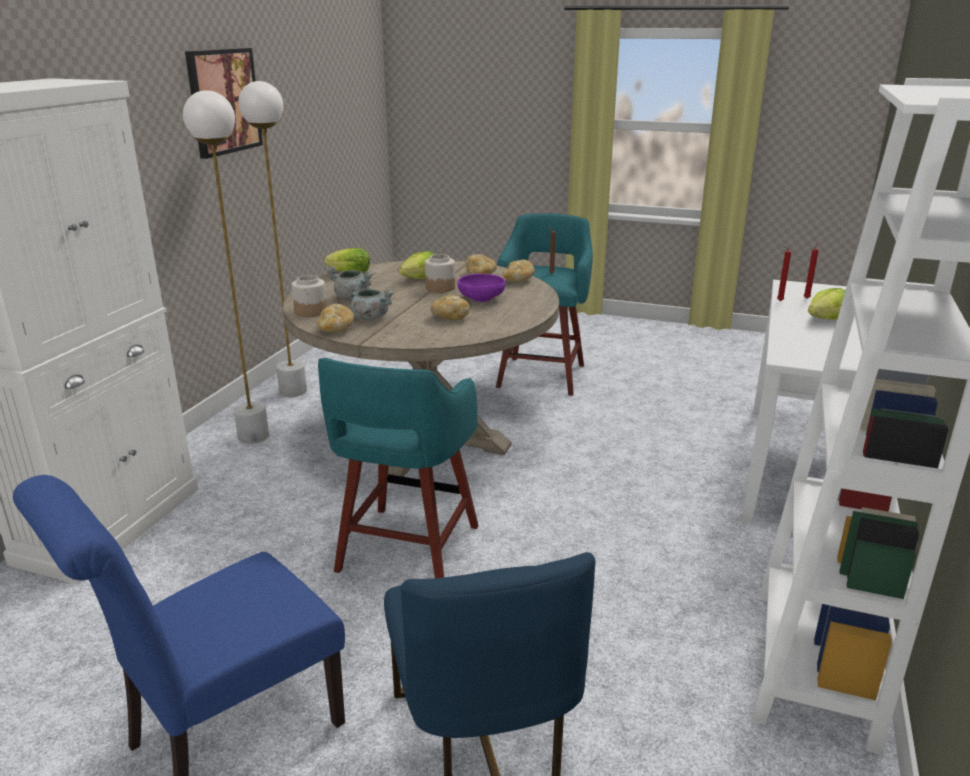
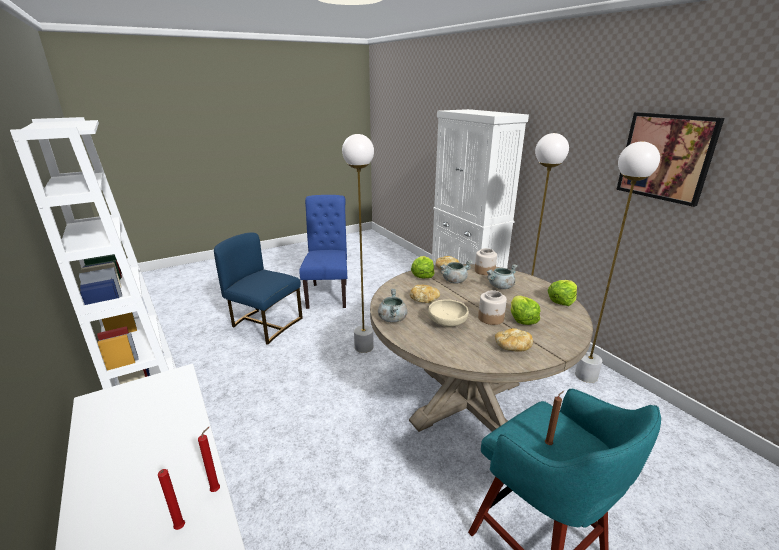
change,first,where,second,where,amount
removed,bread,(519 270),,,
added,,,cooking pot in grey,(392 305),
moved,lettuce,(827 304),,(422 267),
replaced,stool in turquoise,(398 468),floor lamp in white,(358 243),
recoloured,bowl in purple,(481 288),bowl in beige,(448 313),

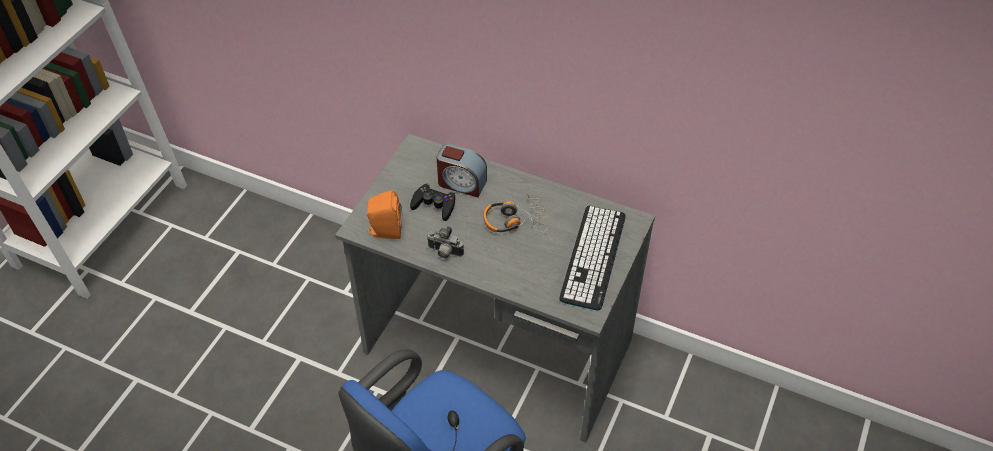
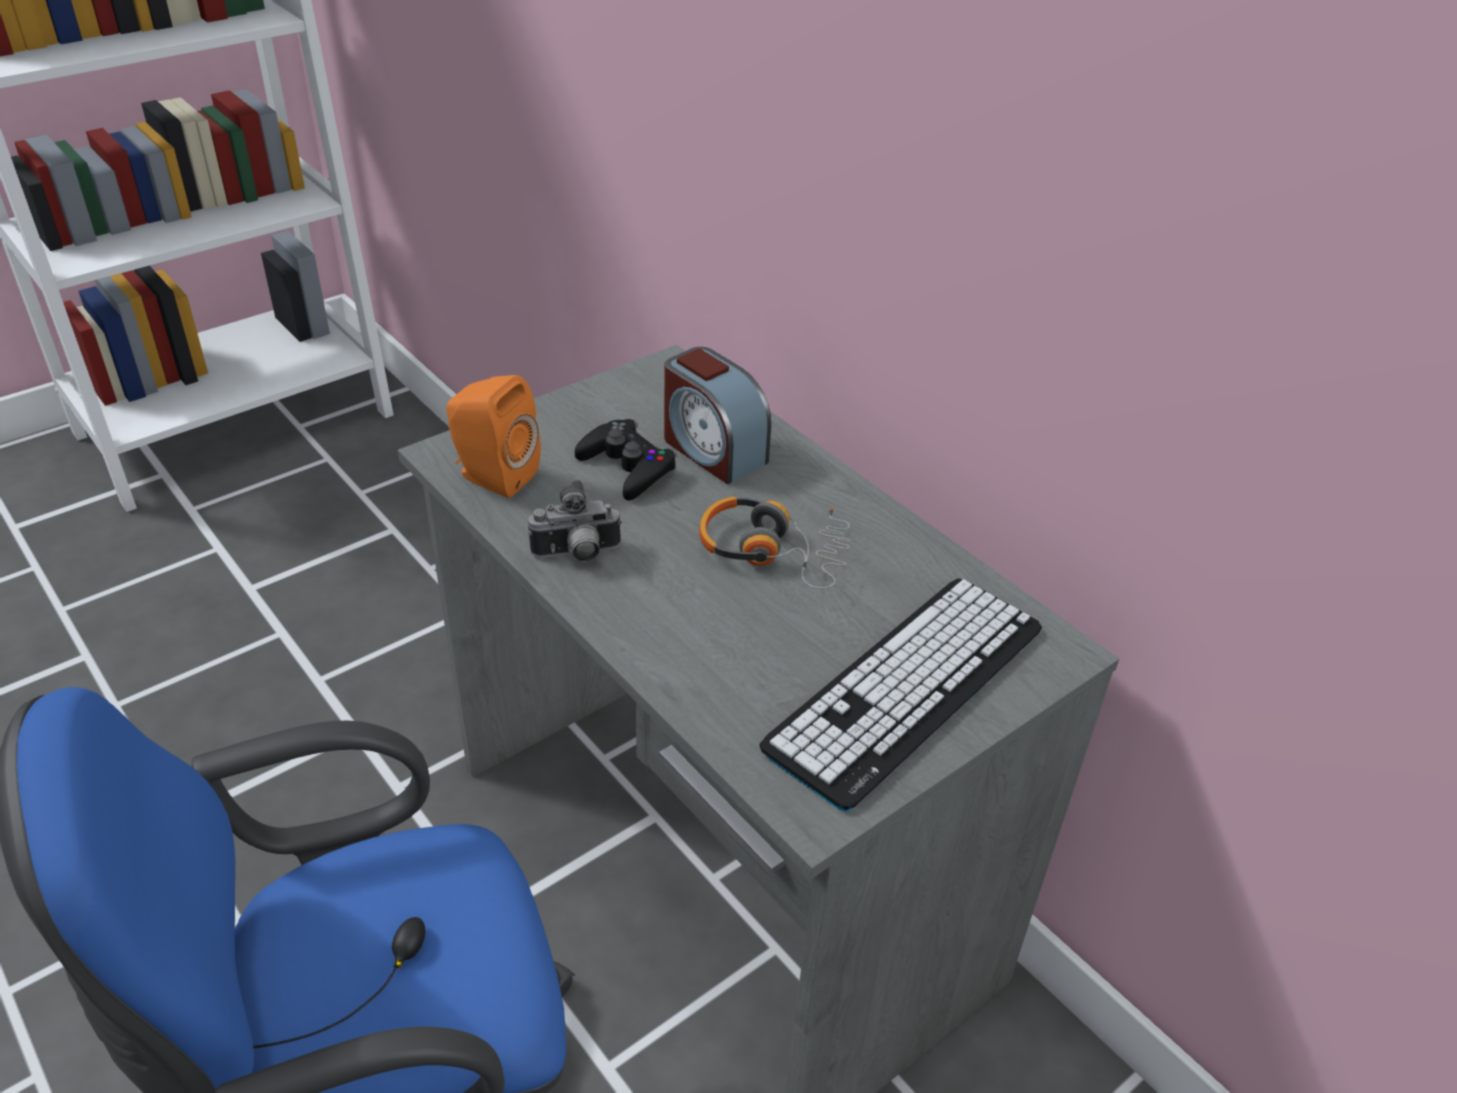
change,first,where,second,where,amount
turned,photo camera,(445 242),,(575 521),60 degrees counterclockwise

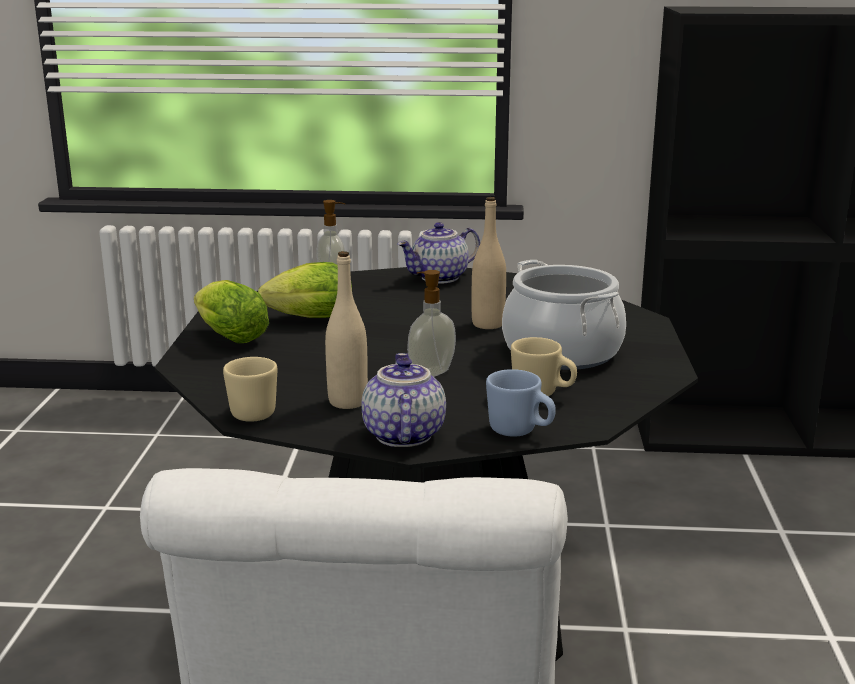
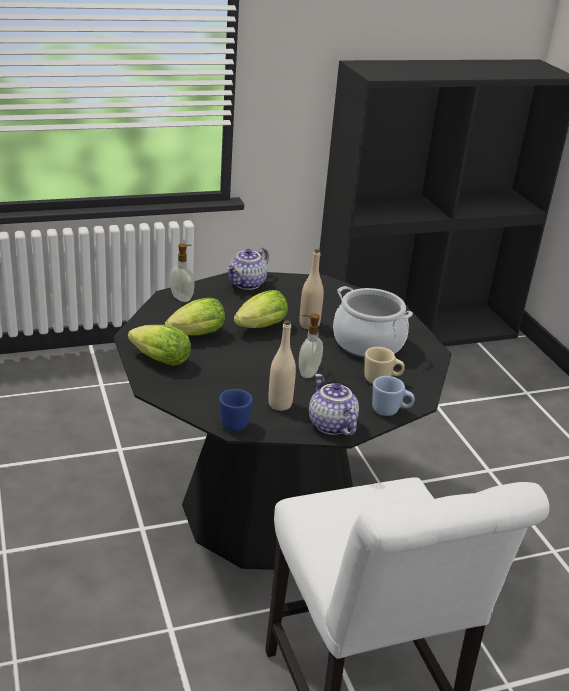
change,first,where,second,where,amount
added,,,lettuce,(261 309),
recoloured,mug in beige,(250 389),mug in blue,(236 410),

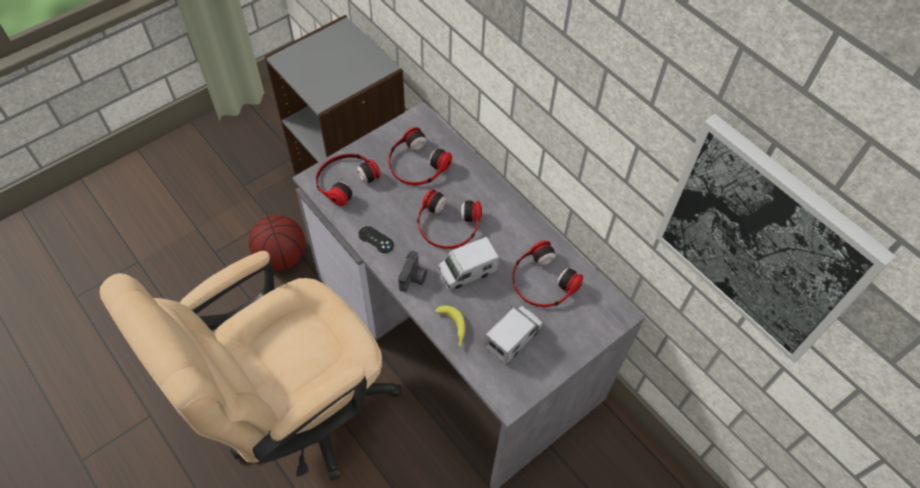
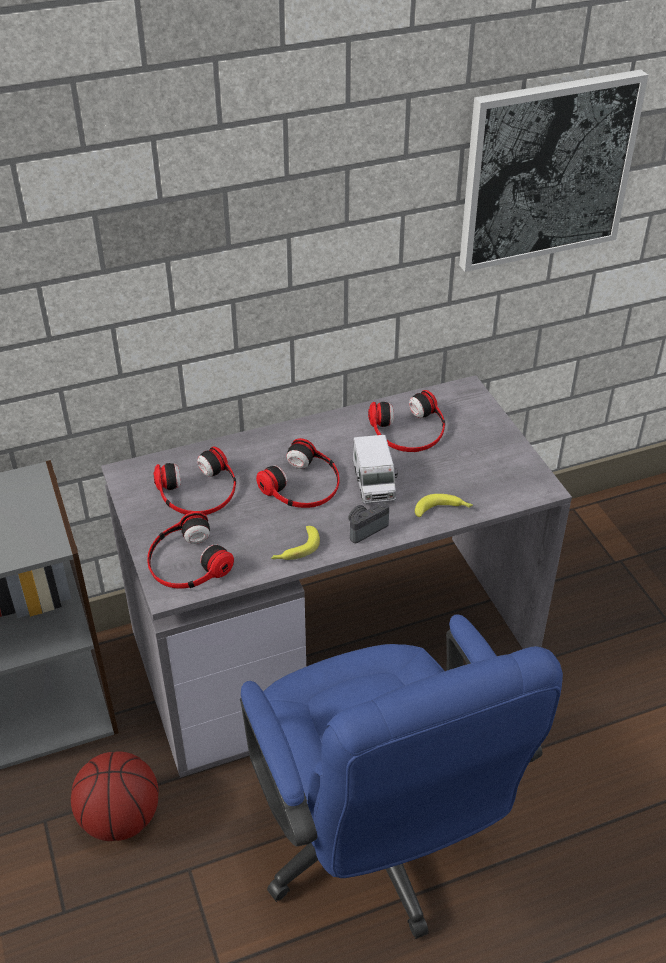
change,first,where,second,where,amount
removed,toy truck,(513 335),,,
replaced,game controller in black,(376 239),banana,(295 543),
recoloured,office chair in beige,(250 366),office chair in blue,(401 776),
turned,photo camera,(412 271),,(368 523),75 degrees counterclockwise

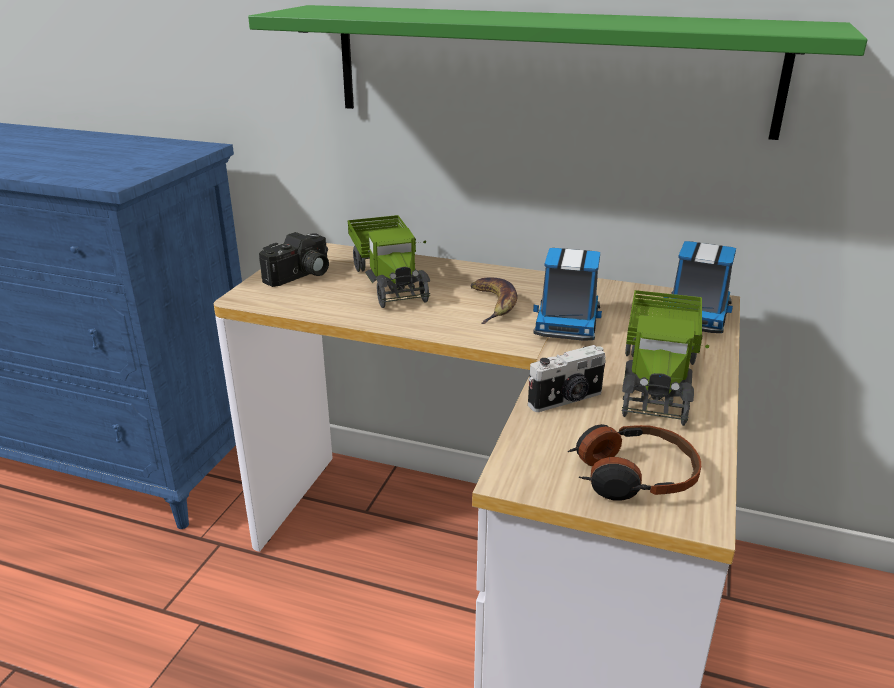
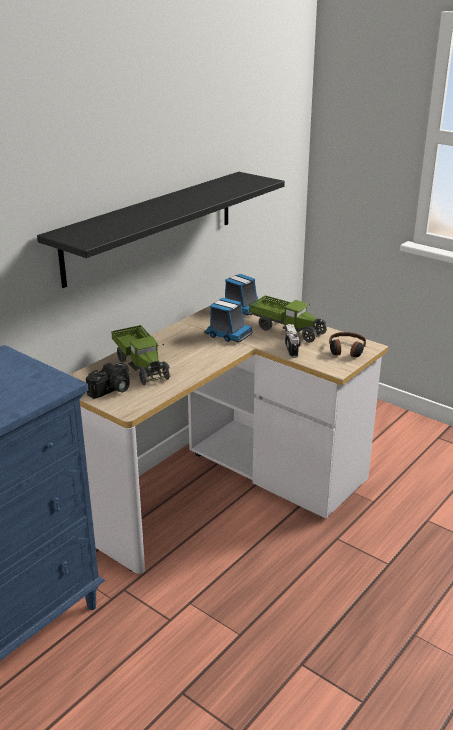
change,first,where,second,where,amount
removed,banana,(494 300),,,
recoloured,shelf in green,(558 72),shelf in black,(161 230),
turned,photo camera,(294 259),,(108 381),75 degrees clockwise
turned,toy truck,(389 261),,(140 355),60 degrees clockwise

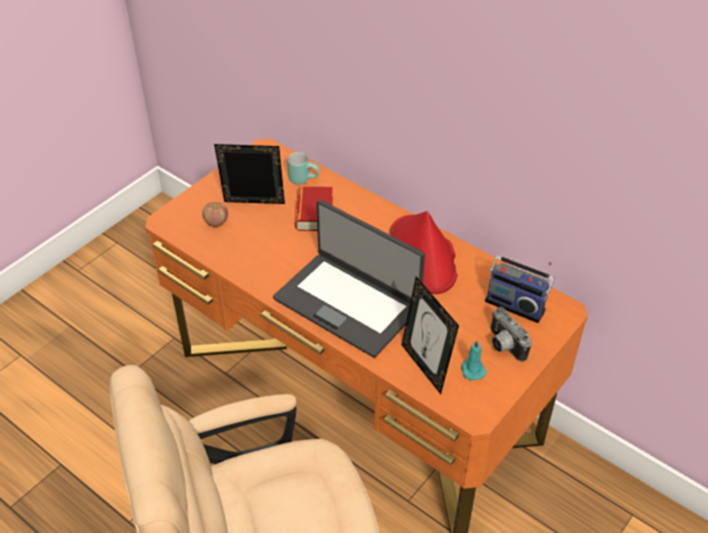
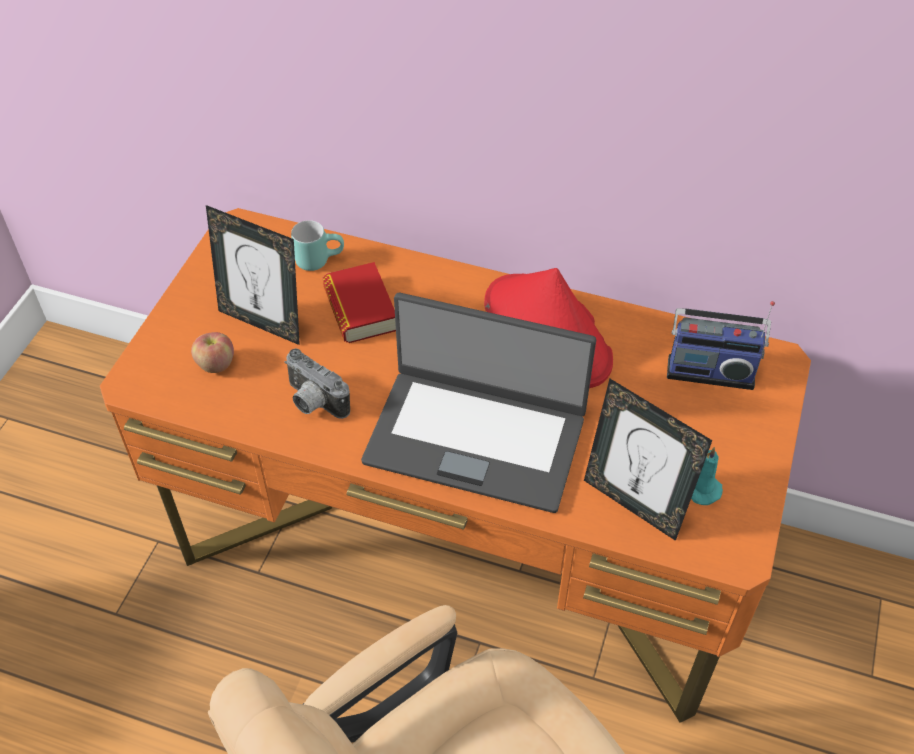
change,first,where,second,where,amount
moved,photo camera,(511 334),,(317 383),
turned,picture frame,(249 174),,(253 275),135 degrees counterclockwise

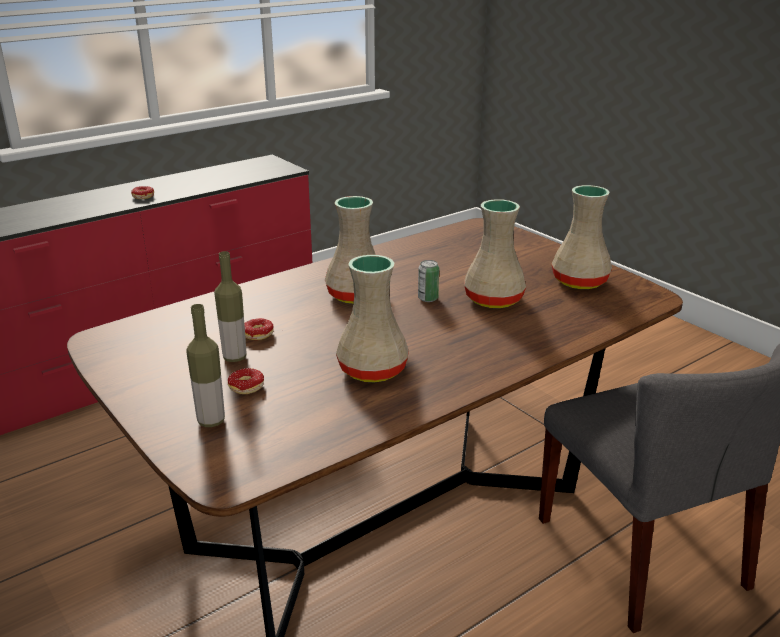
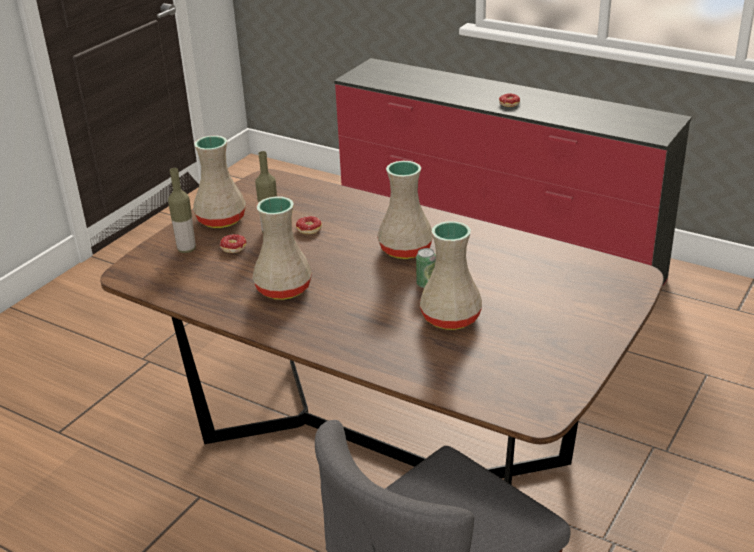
change,first,where,second,where,amount
moved,vase in beige,(582 237),,(219 181),

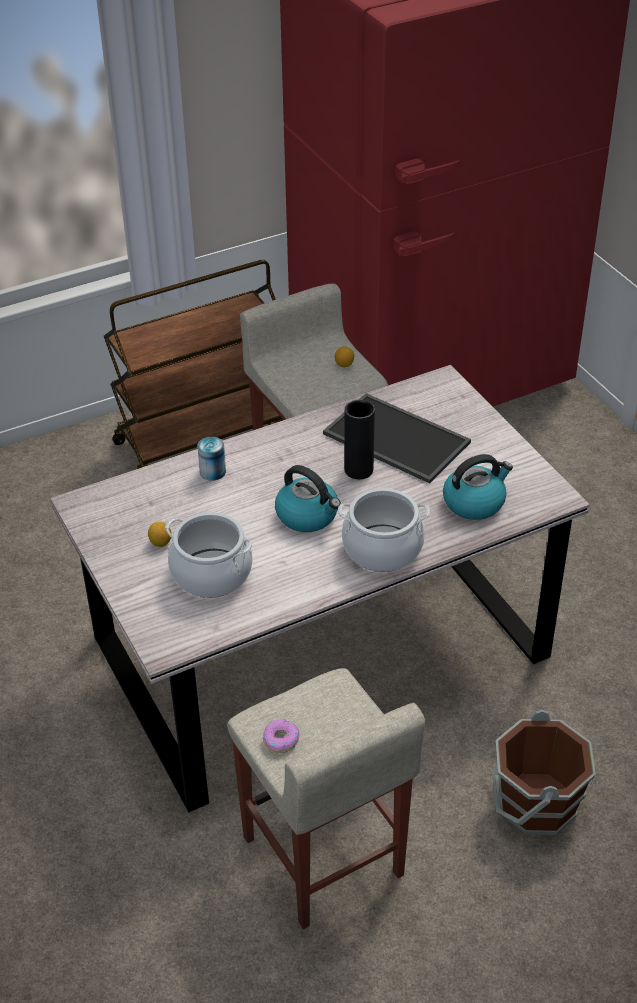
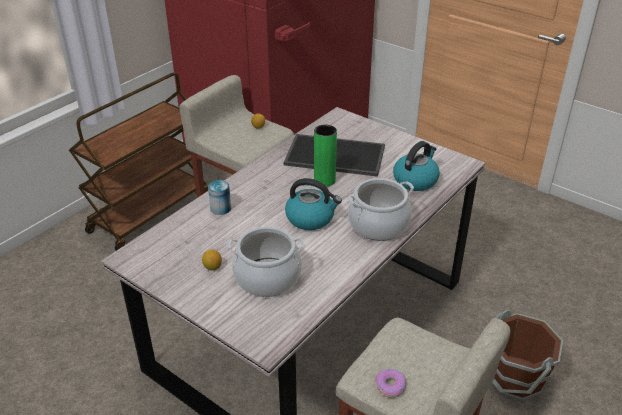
change,first,where,second,where,amount
recoloured,vase in black,(359 439),vase in green,(325 156),

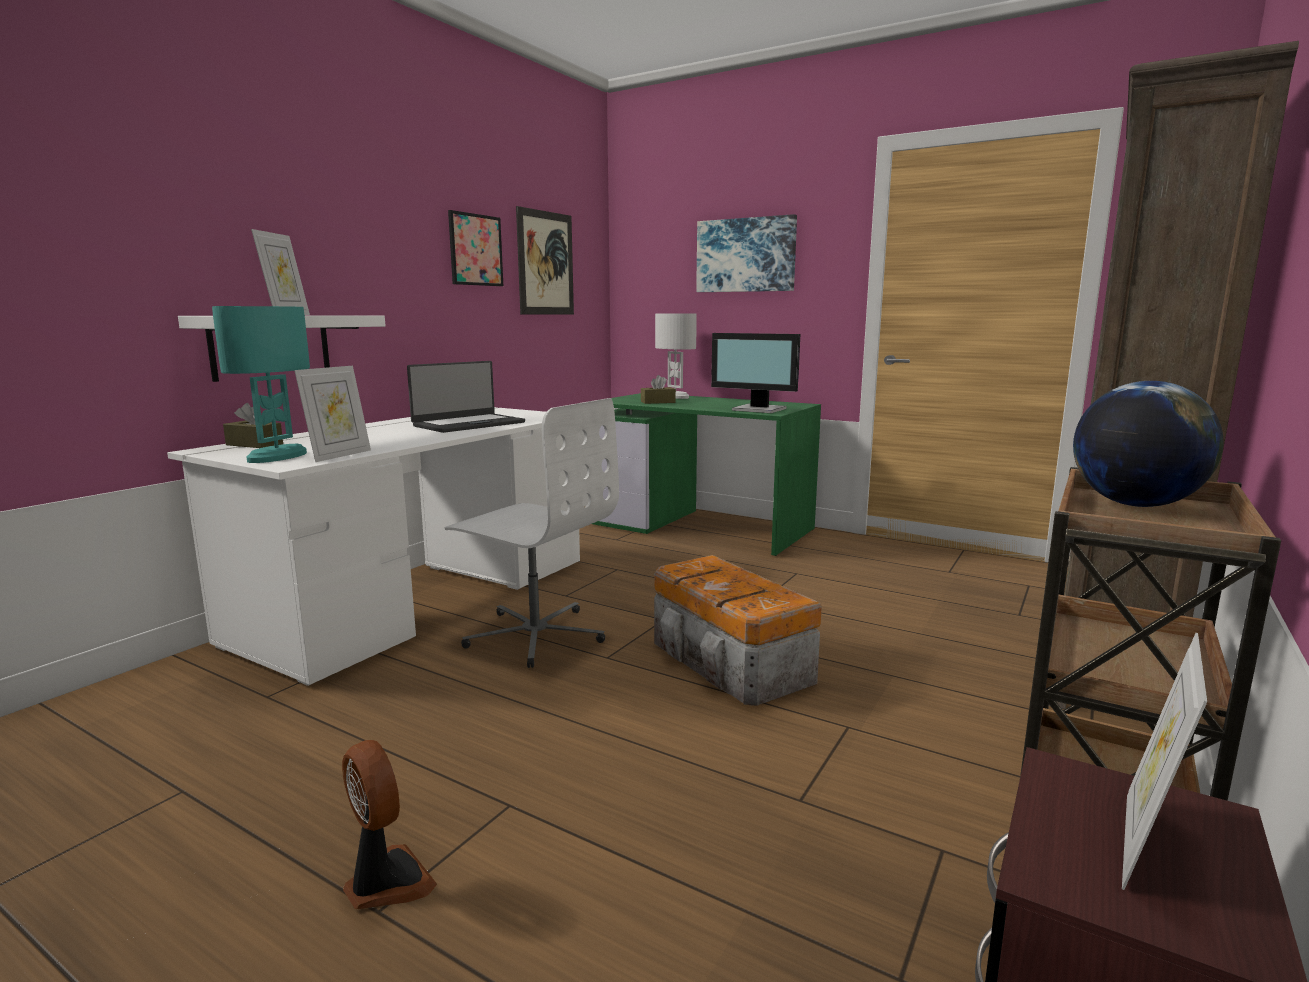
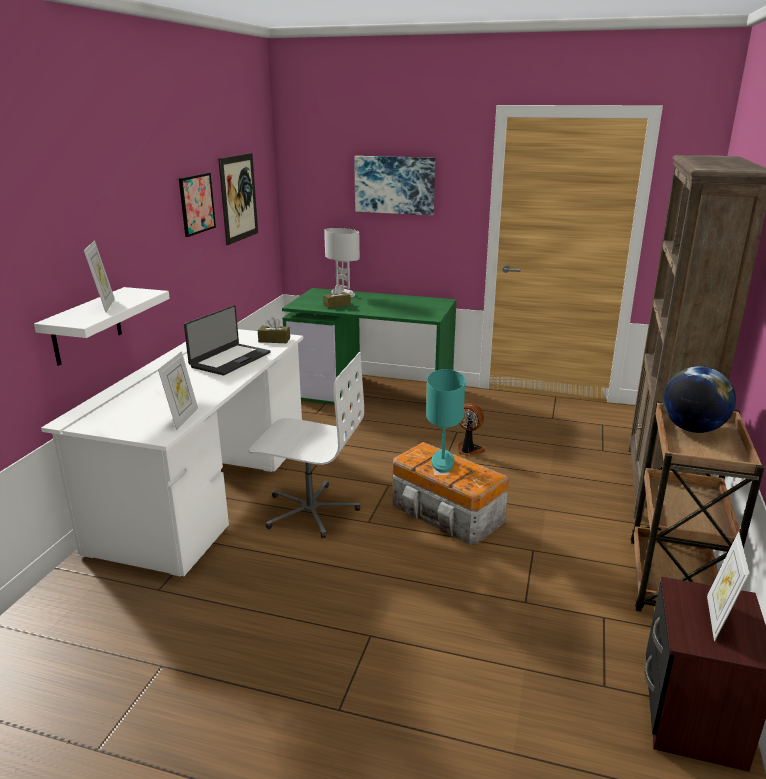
change,first,where,second,where,amount
removed,monitor,(755 373),,,
moved,table lamp in turquoise,(261 384),,(445 421),
moved,tissue box in brown,(253 425),,(274 330),
moved,fan,(389 824),,(472 429),

